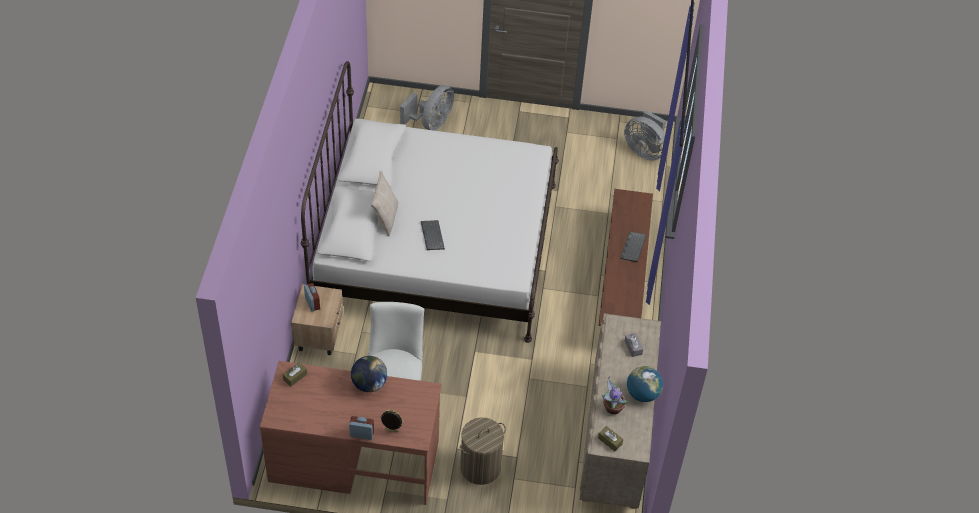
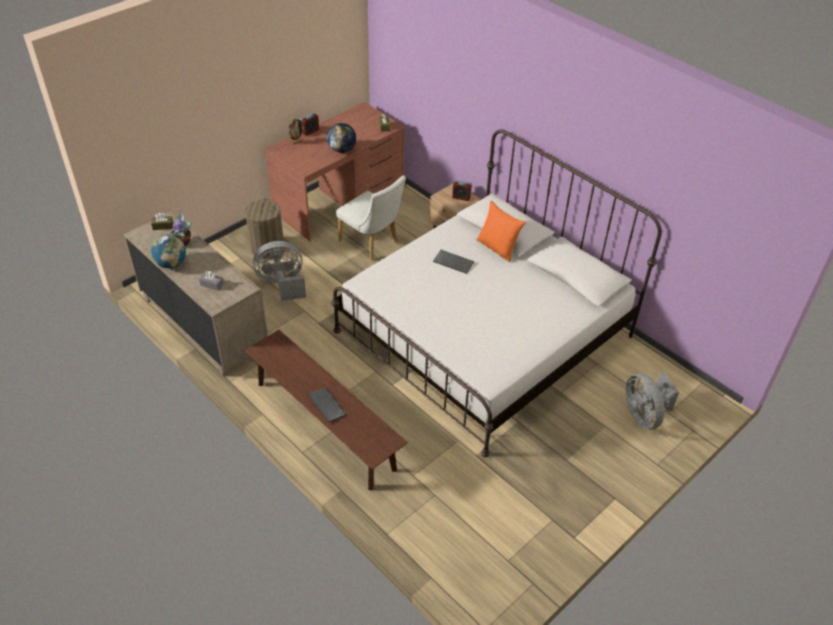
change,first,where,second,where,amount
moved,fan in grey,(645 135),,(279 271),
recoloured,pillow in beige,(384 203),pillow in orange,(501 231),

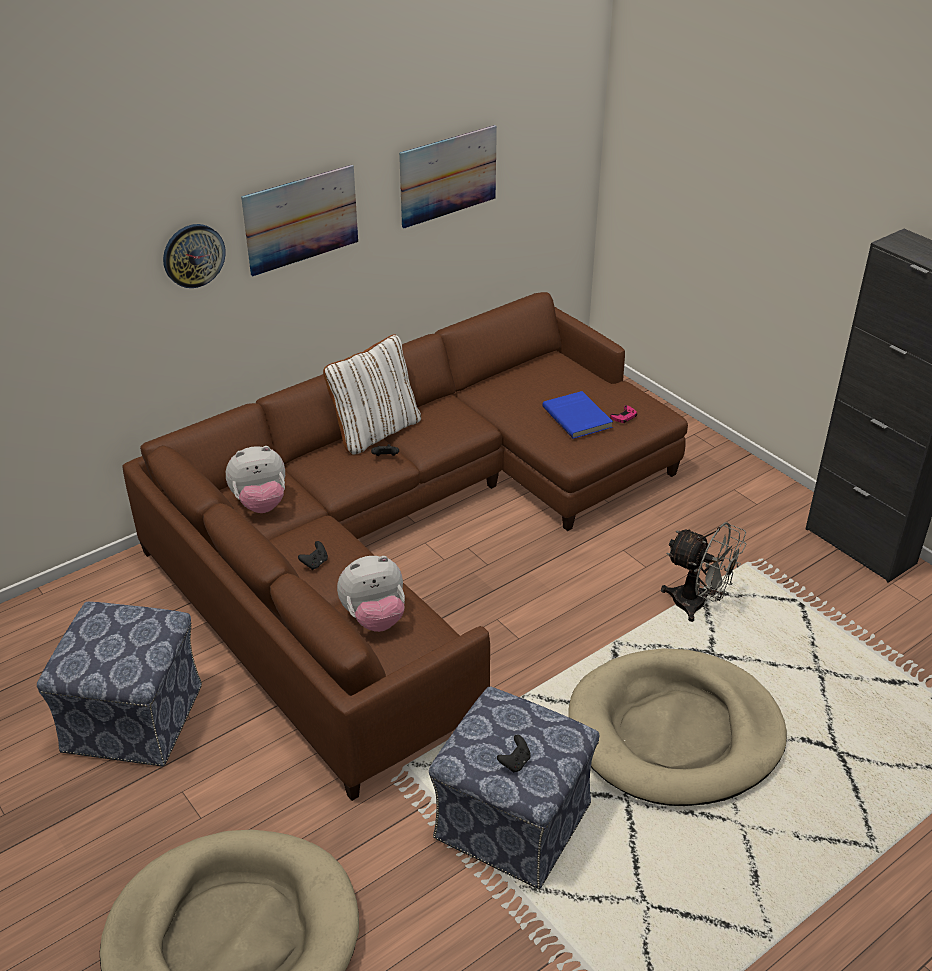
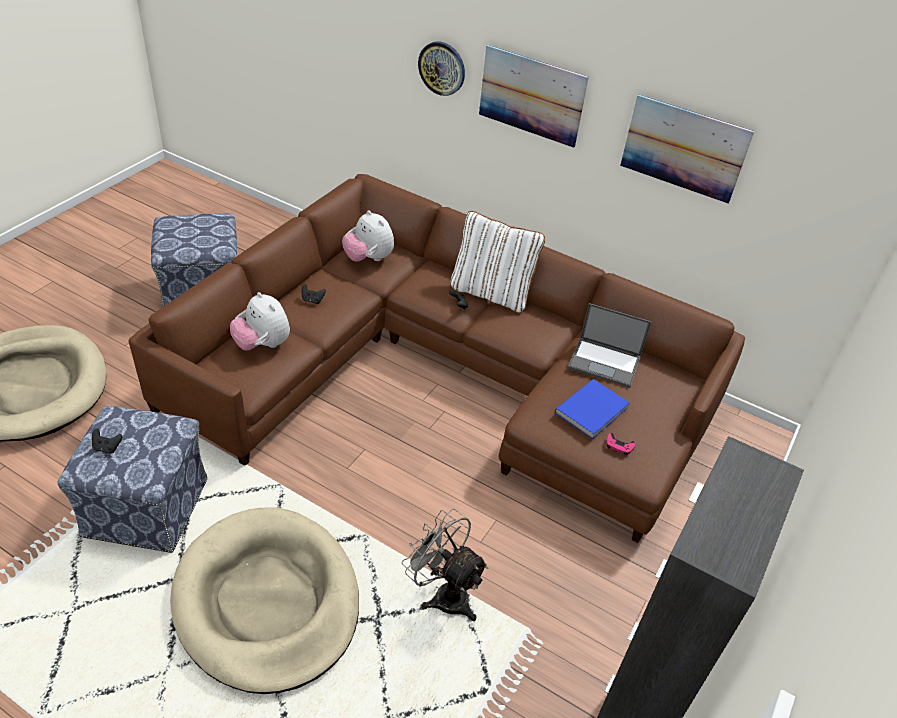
change,first,where,second,where,amount
added,,,laptop,(609 345),
turned,fan in grey,(703 572),,(445 565),120 degrees clockwise

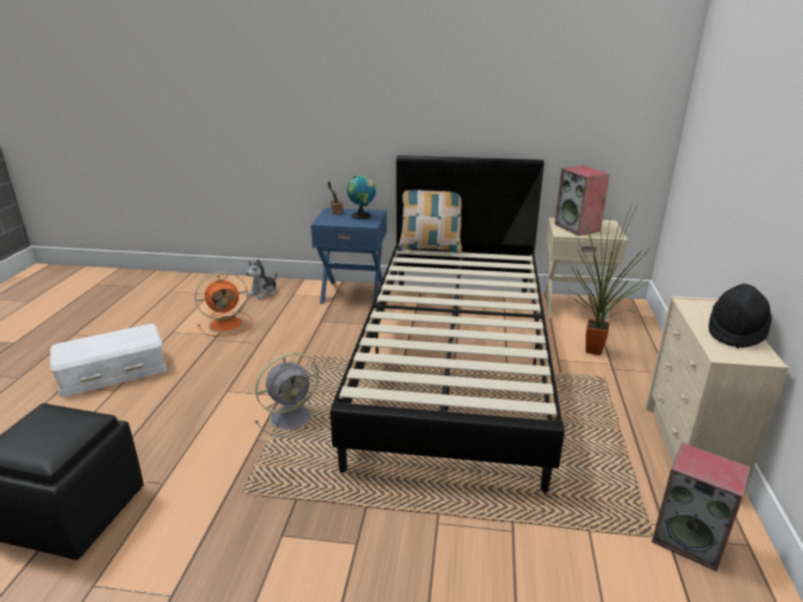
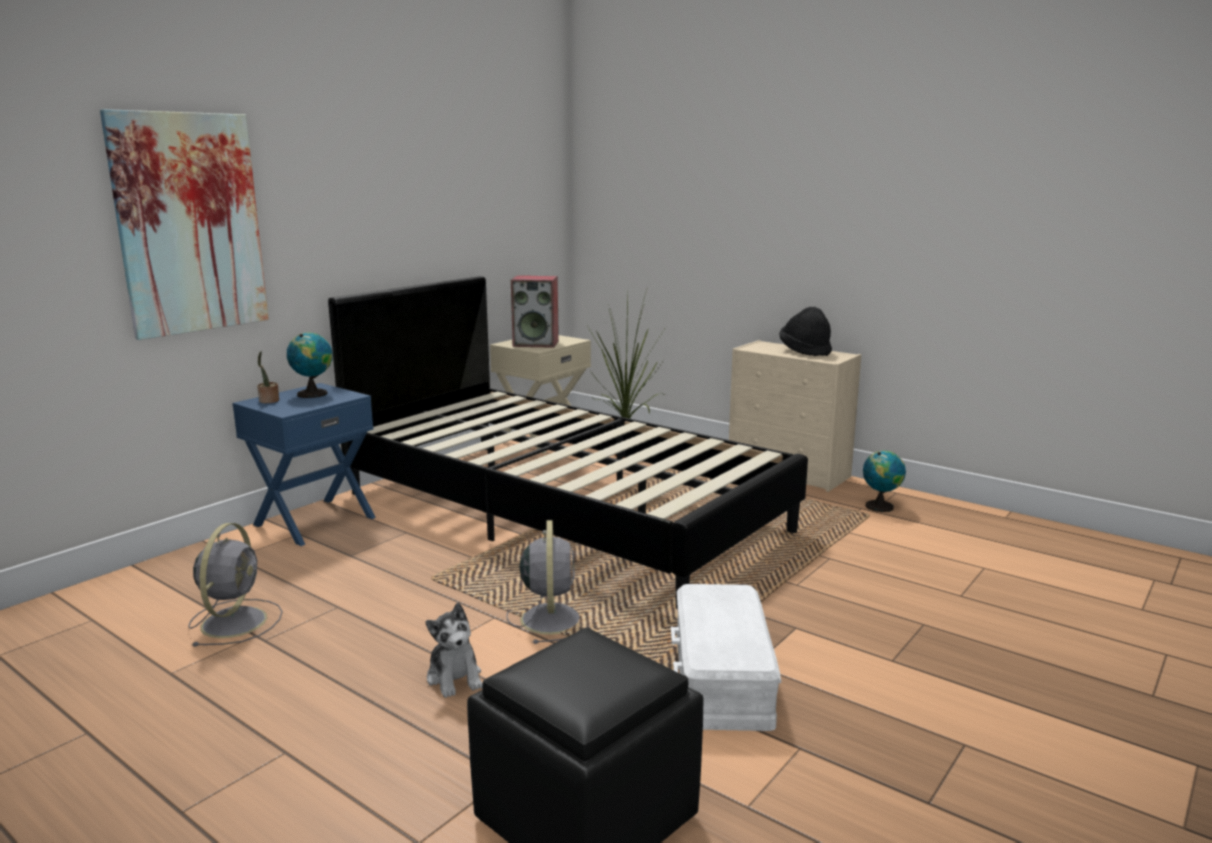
change,first,where,second,where,amount
removed,pillow,(429 222),,,
added,,,picture,(184 224),
moved,storage box in white,(108 360),,(726 657),
moved,plush toy,(261 279),,(454 650),
replaced,speaker,(701 507),globe,(884 481),
recoloured,fan in orange,(223 304),fan in grey,(235 584),

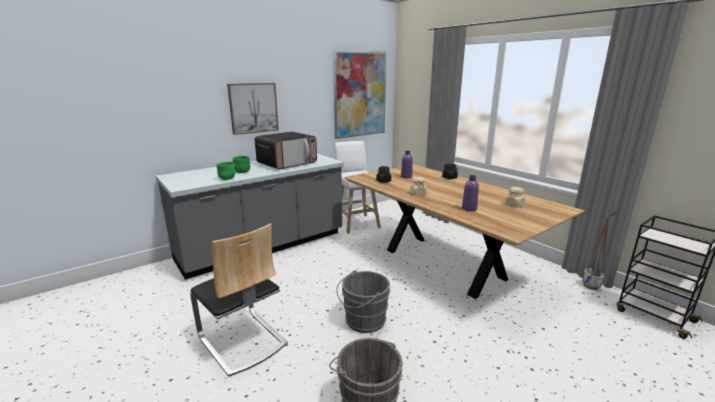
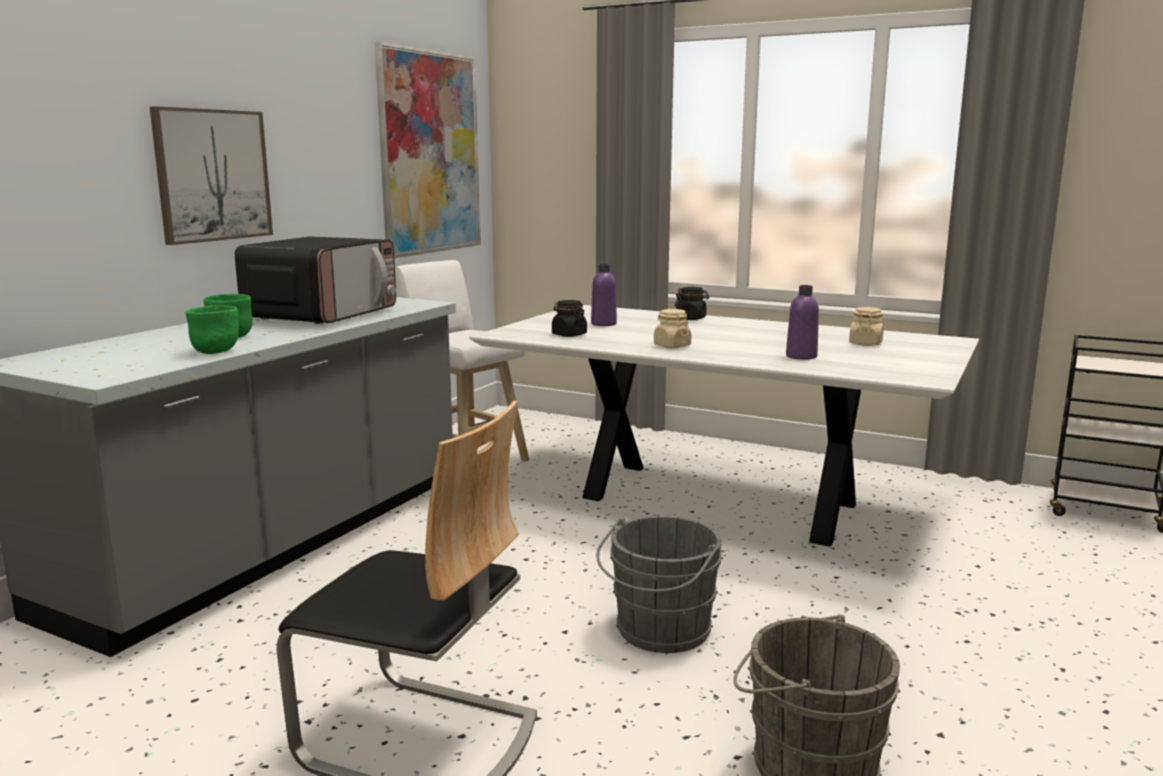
change,first,where,second,where,amount
removed,planter,(600 250),,,
recoloured,dining table in brown,(464 231),dining table in white,(724 425),

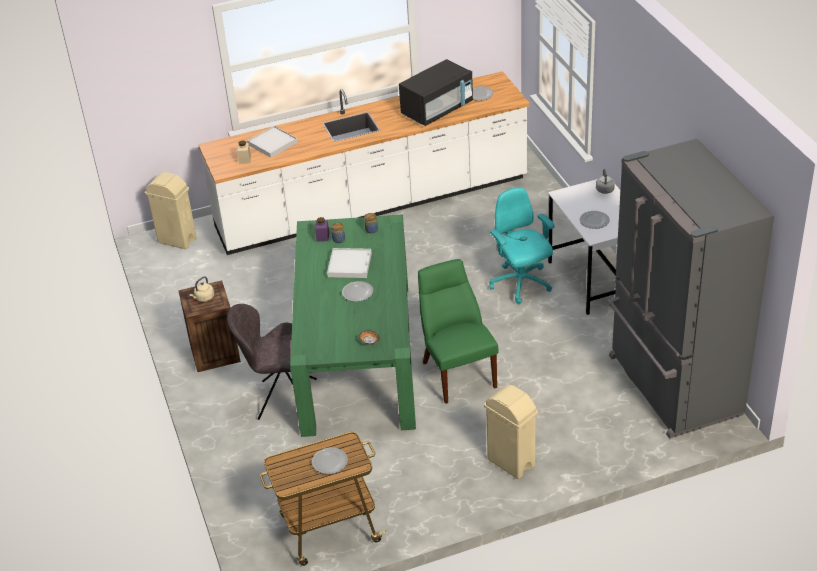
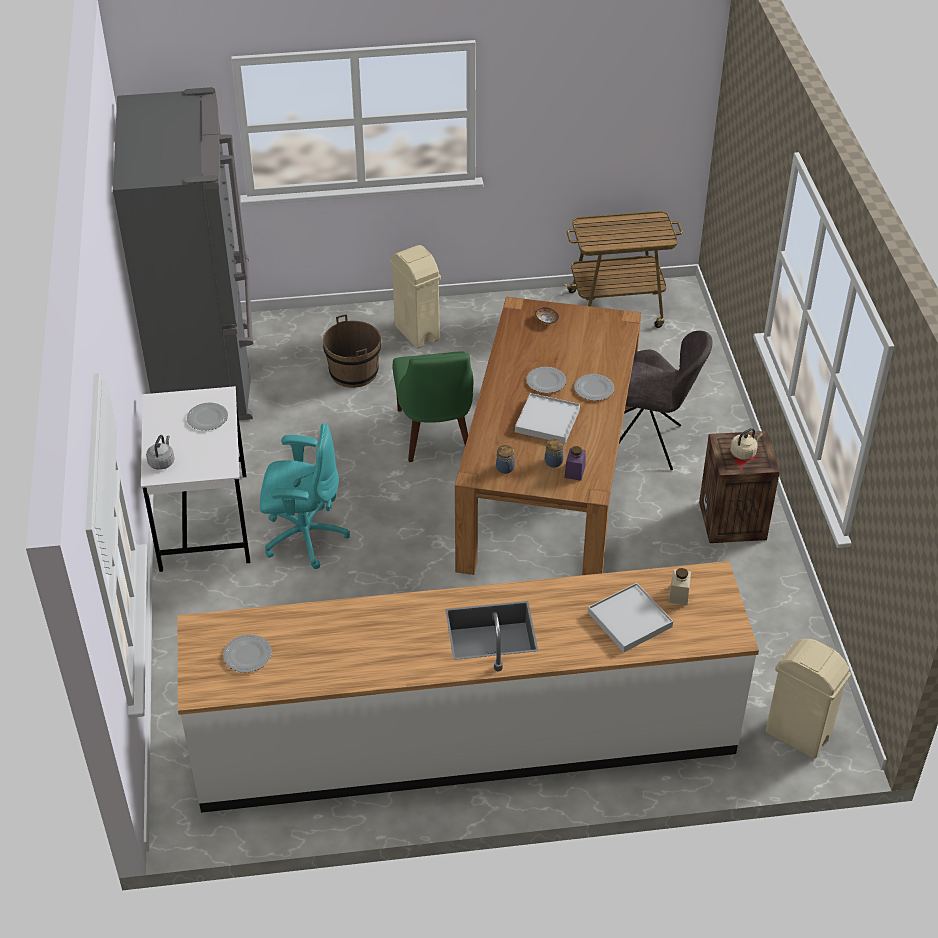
change,first,where,second,where,amount
removed,microwave in black,(436 92),,,
added,,,bucket in brown,(352 351),
moved,plate,(330 460),,(594 387),
recoloured,dining table in green,(353 325),dining table in brown,(548 436),
turned,office chair in turquoise,(521 245),,(305 496),75 degrees counterclockwise

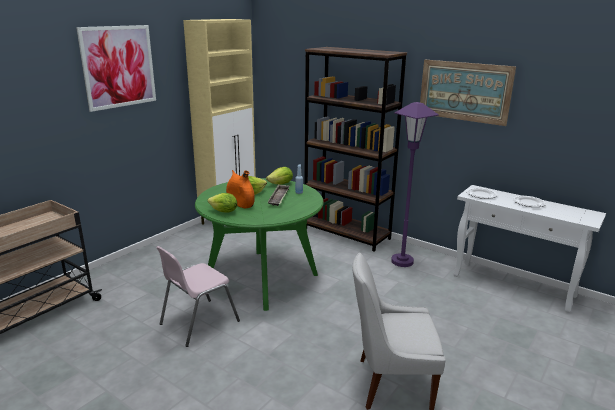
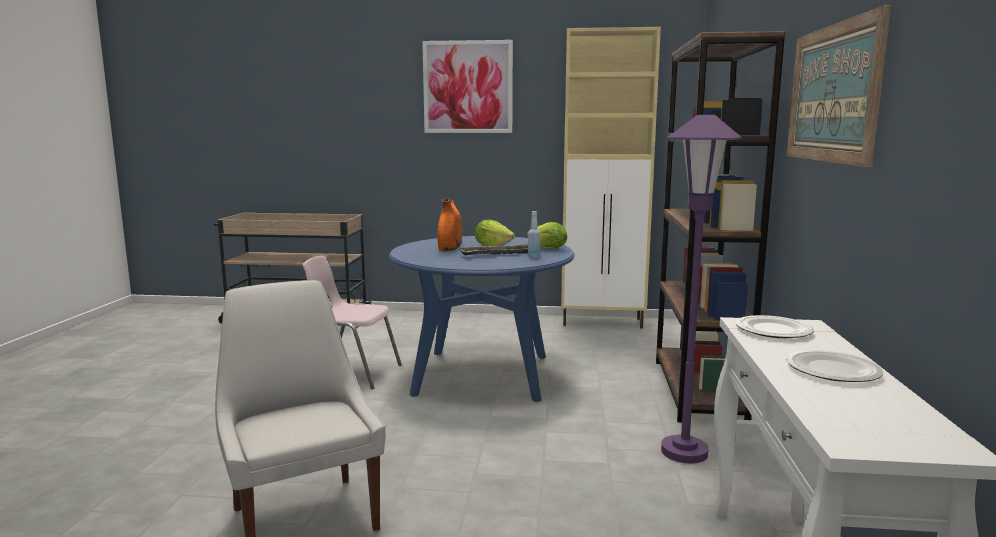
change,first,where,second,where,amount
removed,lettuce,(222 203),,,
recoloured,dining table in green,(259 244),dining table in blue,(482 319),

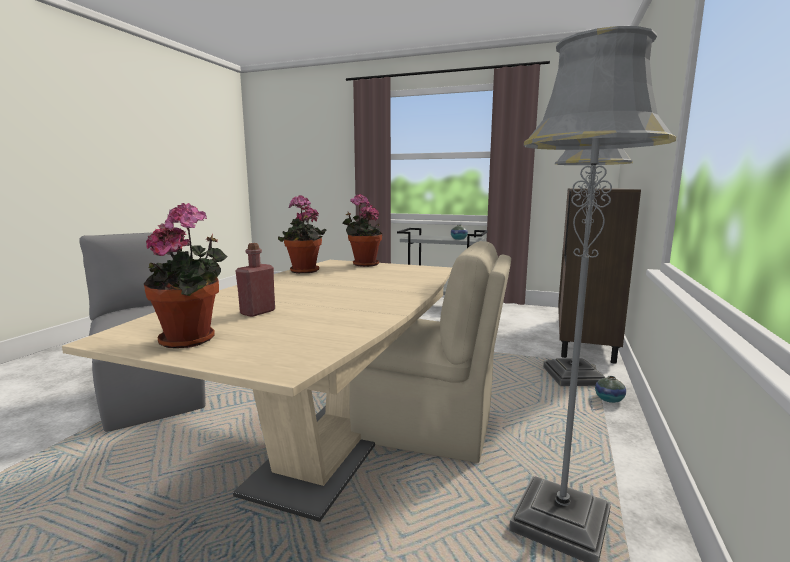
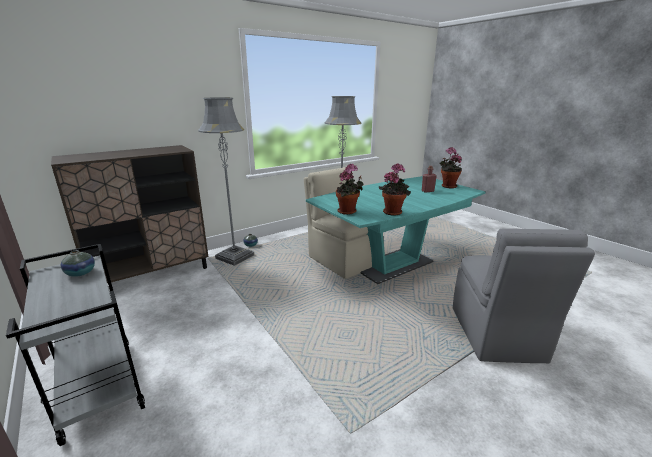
change,first,where,second,where,amount
recoloured,dining table in beige,(257 391),dining table in turquoise,(395 230),

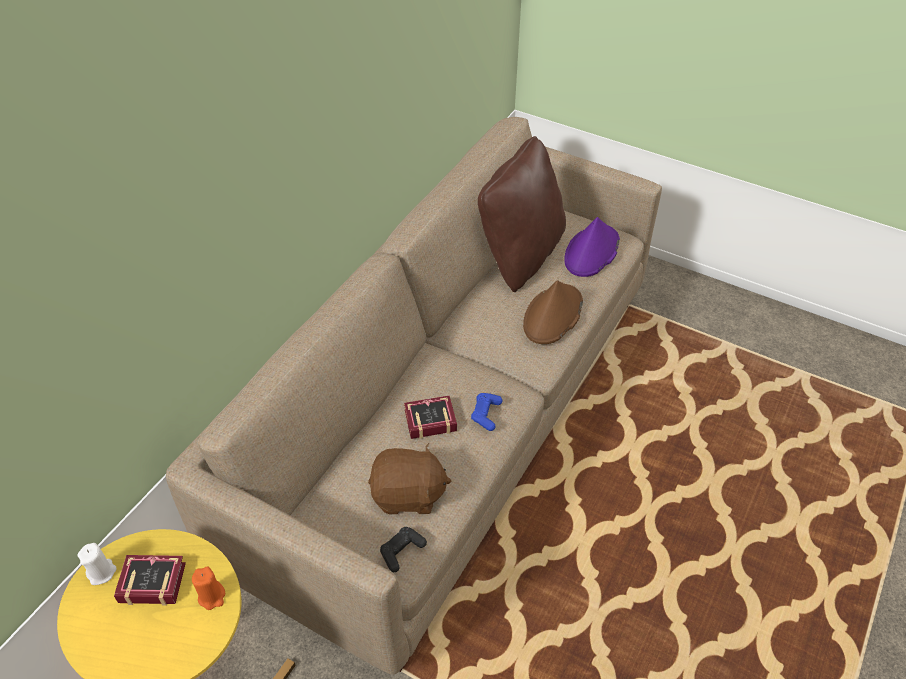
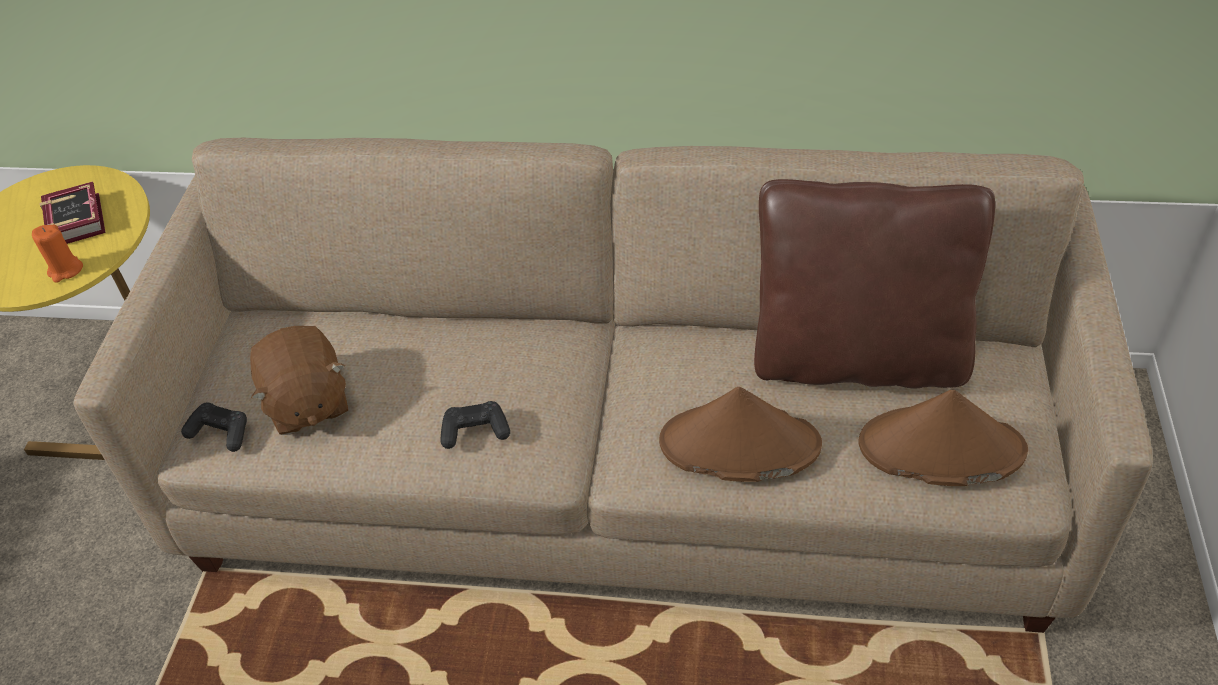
change,first,where,second,where,amount
removed,candle in white,(97 564),,,
removed,book,(430 417),,,
recoloured,game controller in blue,(486 412),game controller in black,(475 425),
recoloured,hat in purple,(592 247),hat in brown,(943 438),

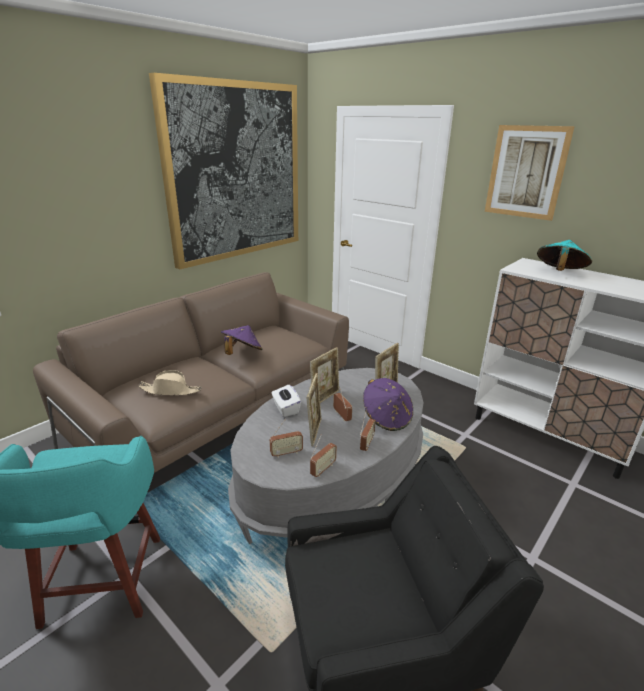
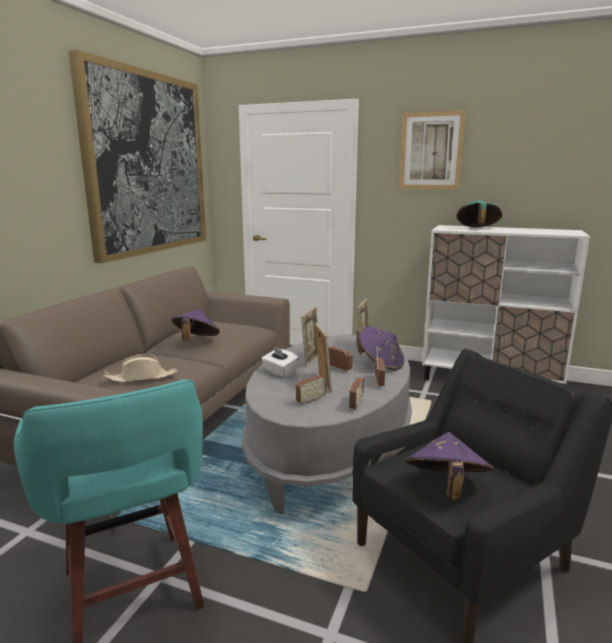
change,first,where,second,where,amount
added,,,hat in purple,(449 466),

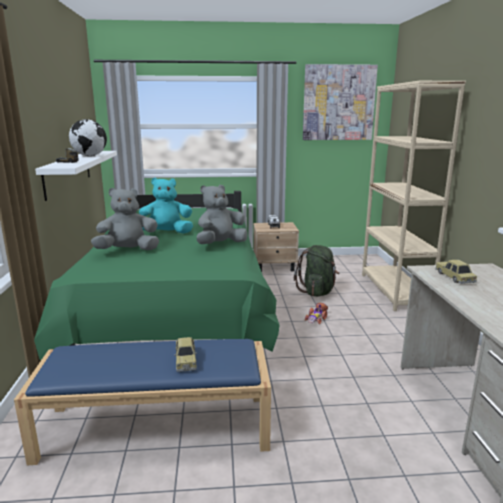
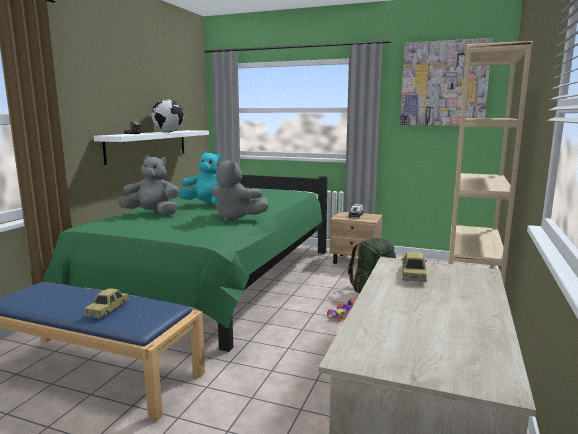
change,first,where,second,where,amount
turned,plush toy in grey,(222 214),,(240 191),135 degrees counterclockwise

